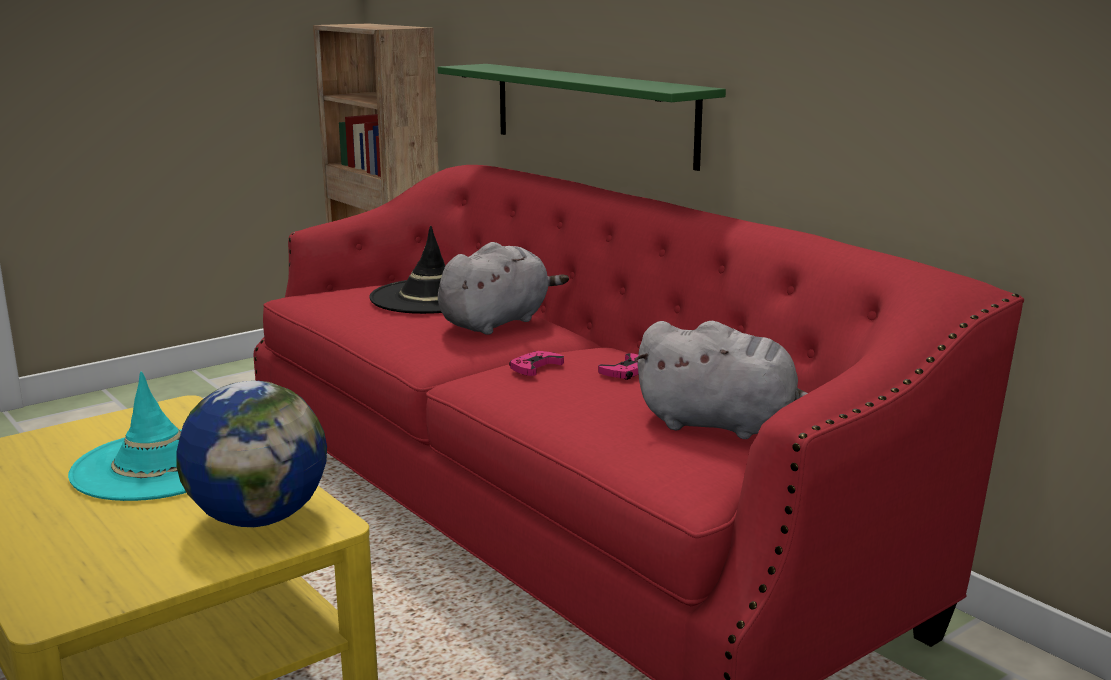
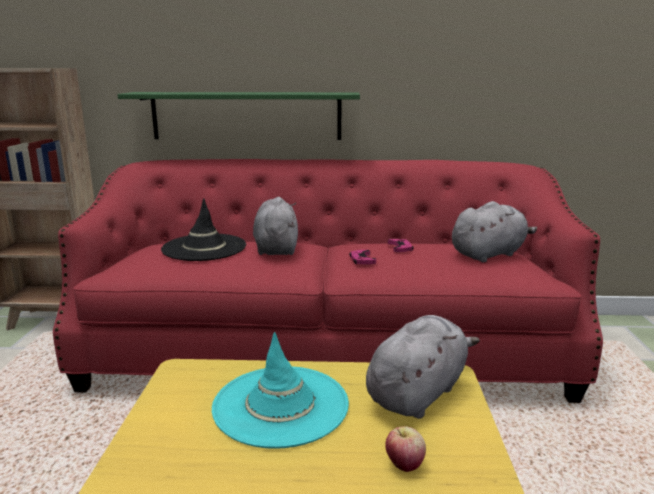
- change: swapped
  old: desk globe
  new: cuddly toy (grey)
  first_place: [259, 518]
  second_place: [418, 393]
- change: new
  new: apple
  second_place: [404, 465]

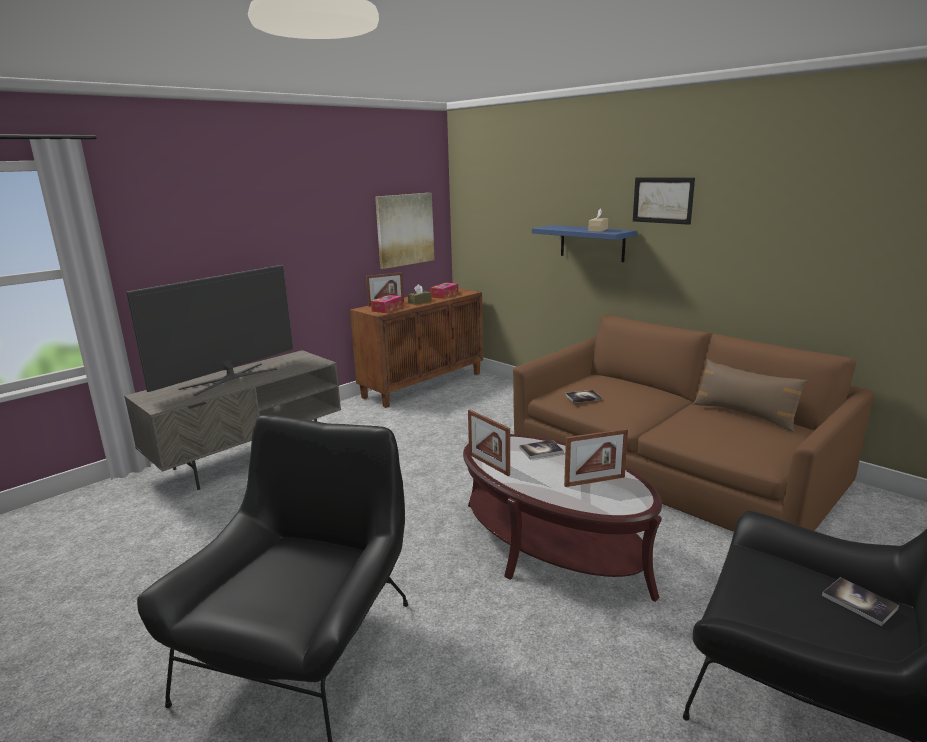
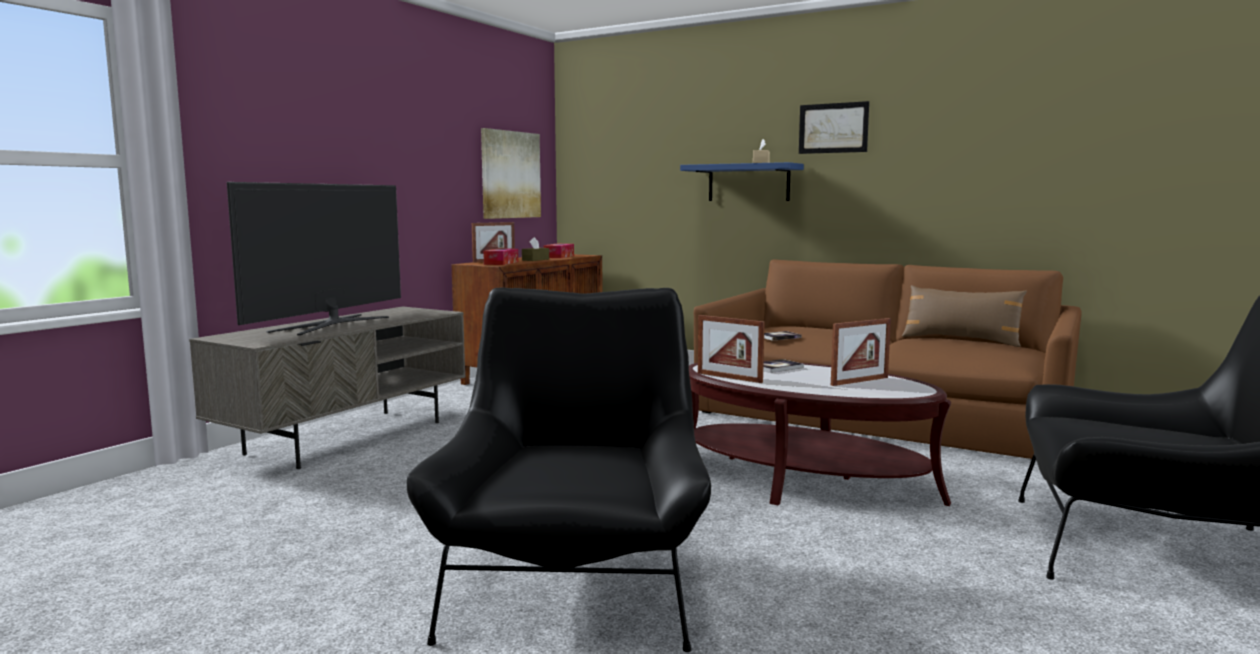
- change: gone
  old: volume
  first_place: [859, 602]

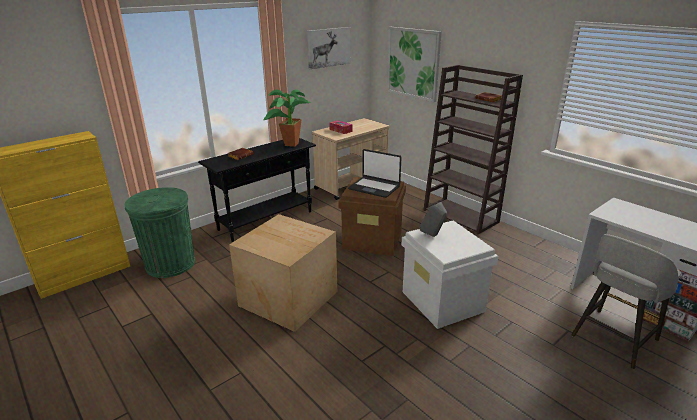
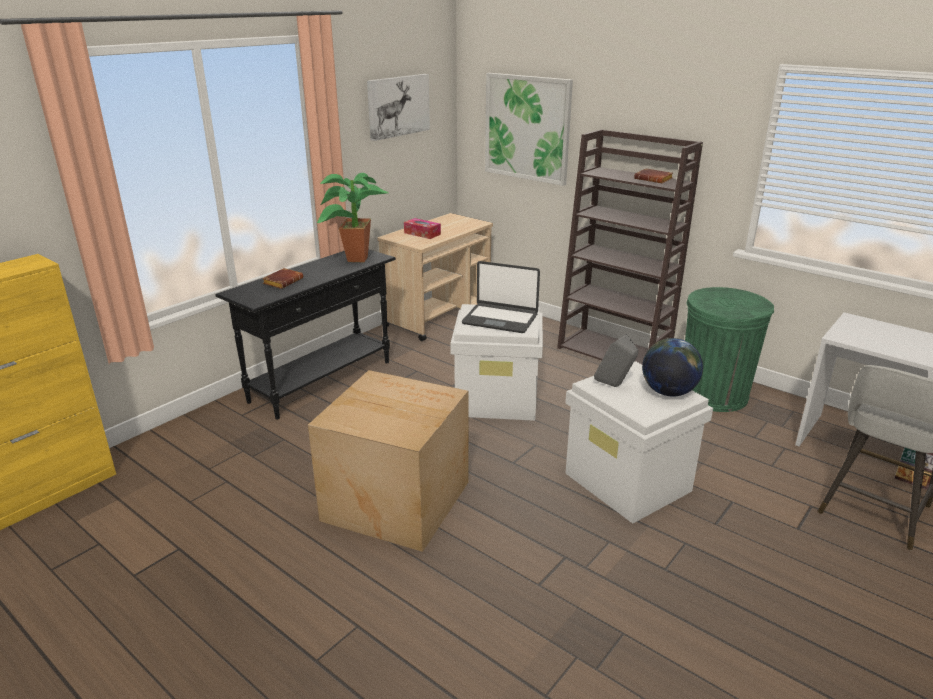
- change: repainted
  old: storage bin (brownish)
  new: storage bin (whitish)
  first_place: [373, 240]
  second_place: [497, 399]
- change: shifted
  old: waste bin (greenish)
  first_place: [170, 264]
  second_place: [713, 394]
- change: new
  new: desk globe
  second_place: [668, 392]

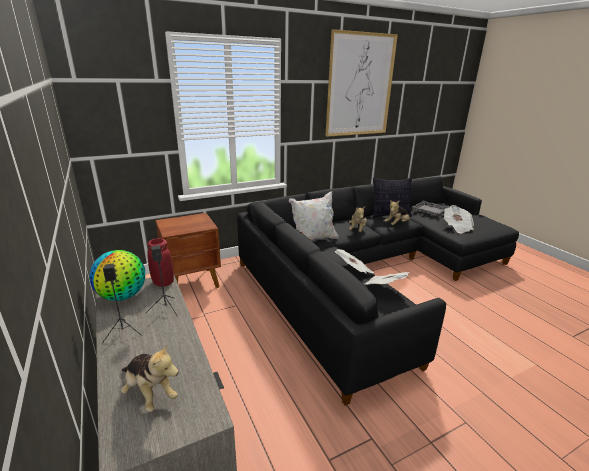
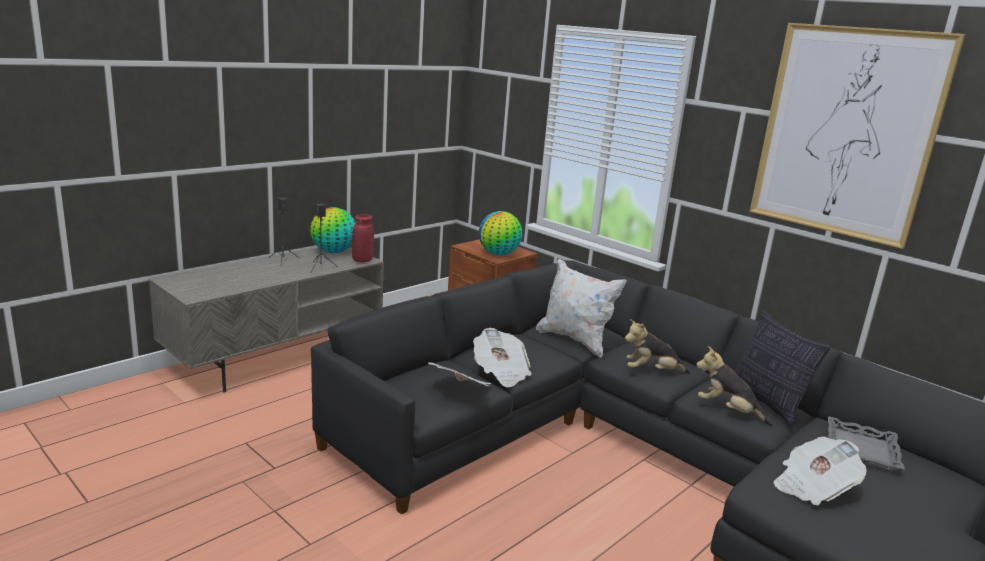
- change: gone
  old: cuddly toy
  first_place: [150, 392]
- change: new
  new: desk globe
  second_place: [499, 254]

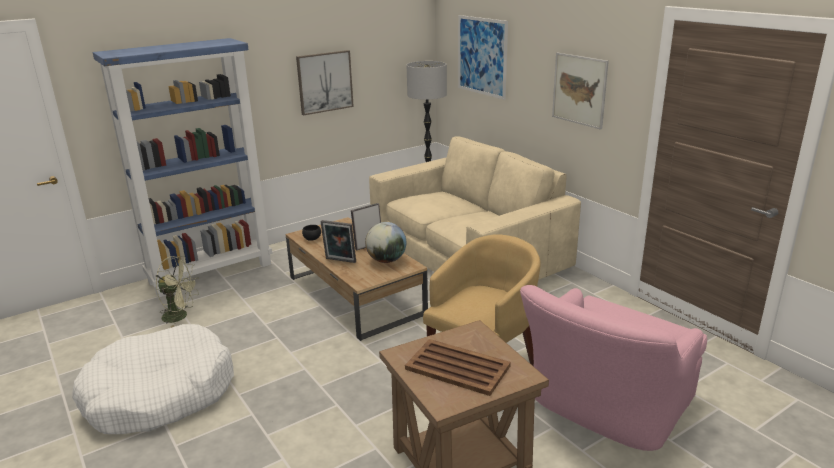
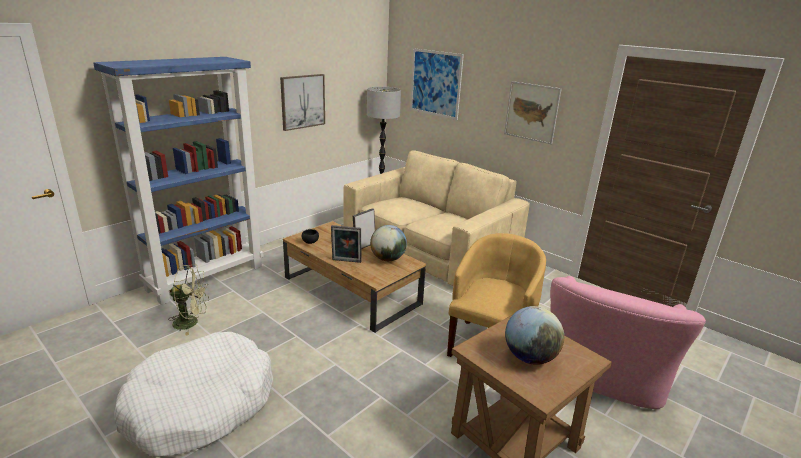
- change: swapped
  old: tray (brownish)
  new: desk globe
  first_place: [456, 367]
  second_place: [529, 357]

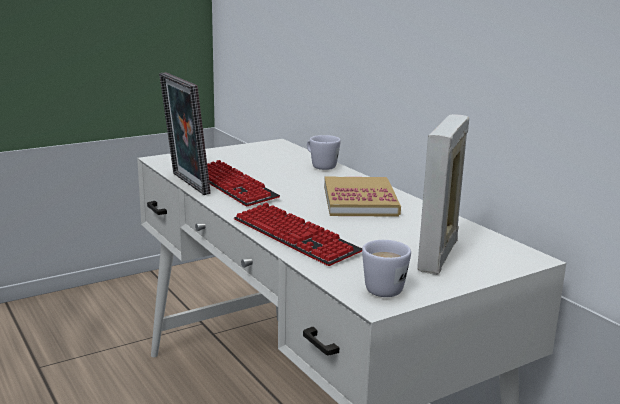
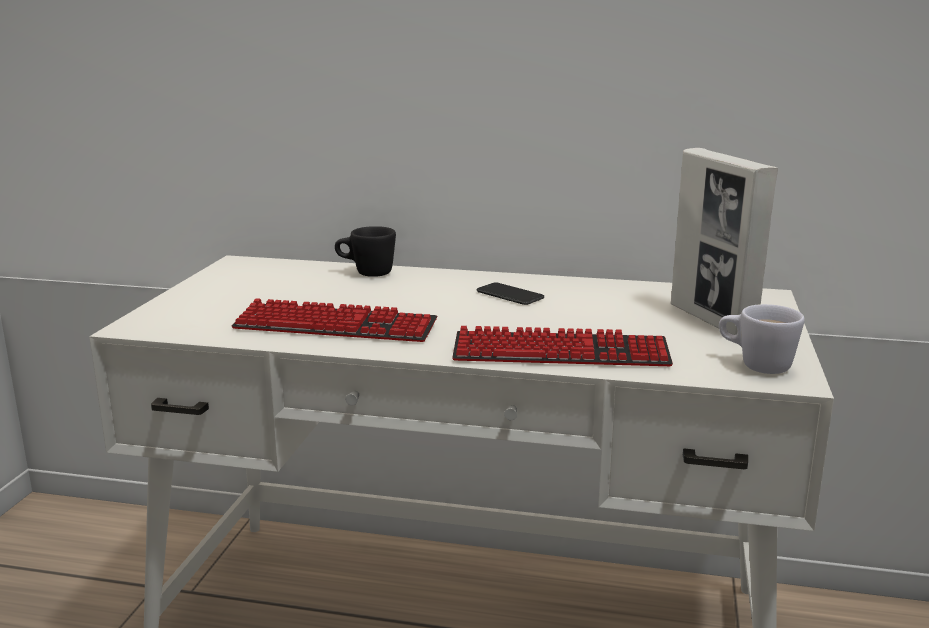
- change: gone
  old: picture frame
  first_place: [186, 184]
- change: repainted
  old: mug (whitish)
  new: mug (black)
  first_place: [320, 166]
  second_place: [366, 273]
- change: swapped
  old: volume
  new: phone
  first_place: [360, 200]
  second_place: [510, 295]

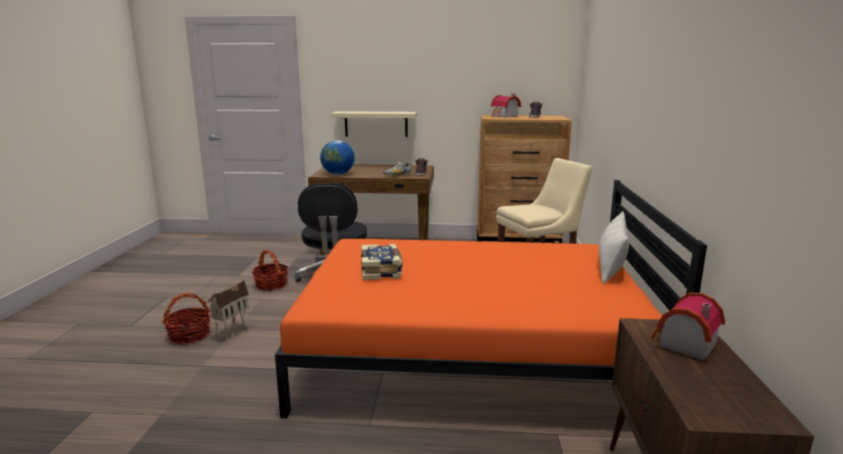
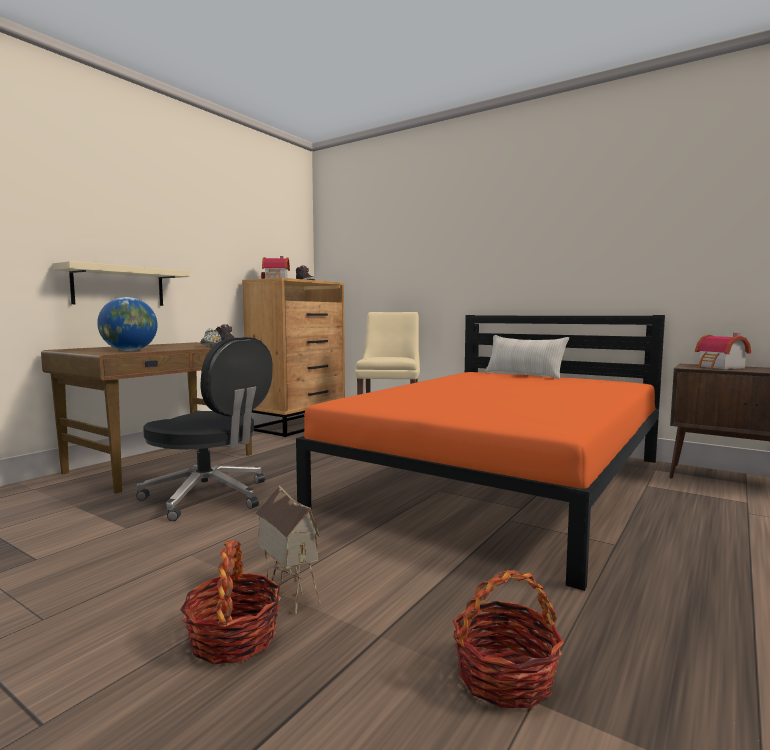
- change: gone
  old: volume
  first_place: [382, 270]
- change: shifted
  old: household basket
  first_place: [271, 285]
  second_place: [504, 677]

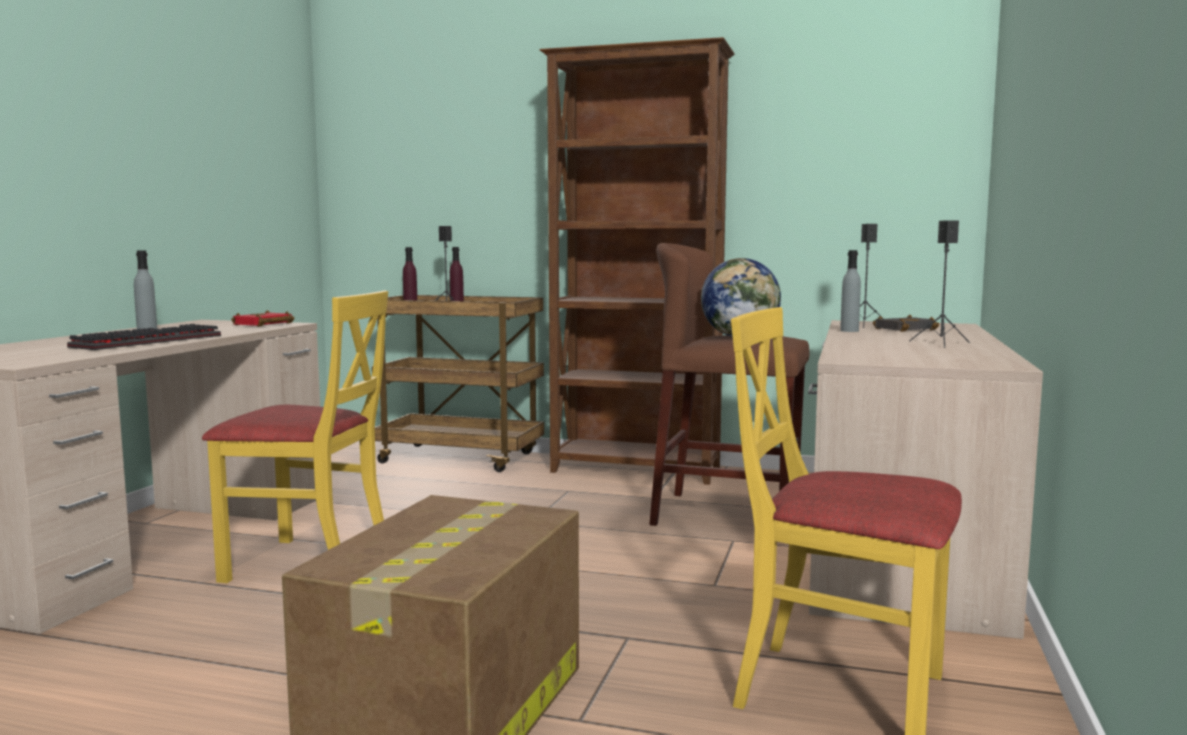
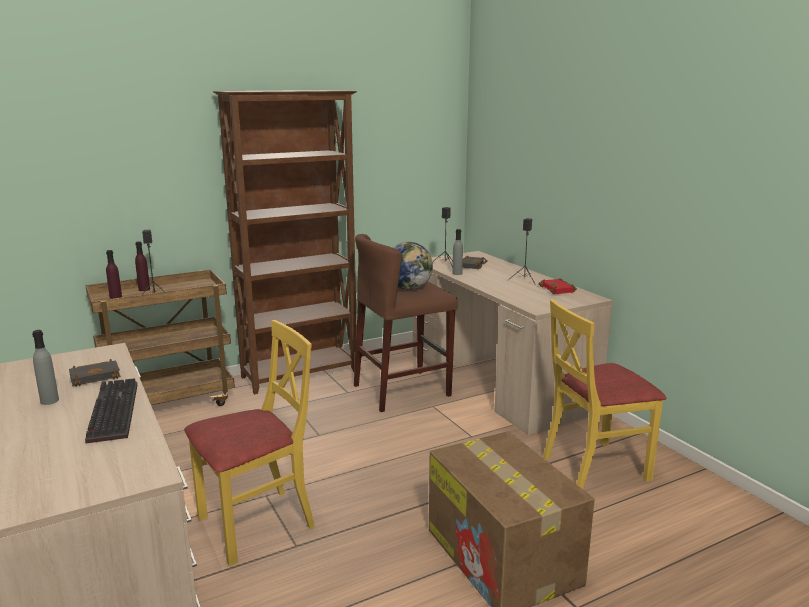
- change: shifted
  old: volume (red)
  first_place: [263, 324]
  second_place: [558, 289]
- change: new
  new: volume (black)
  second_place: [96, 376]

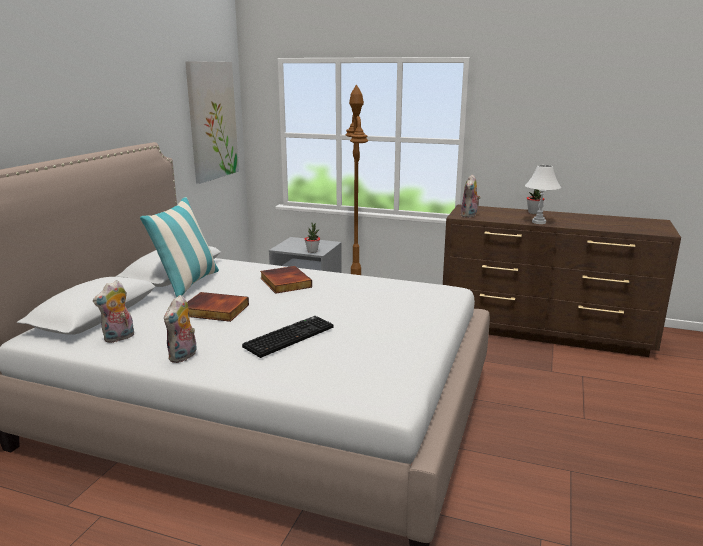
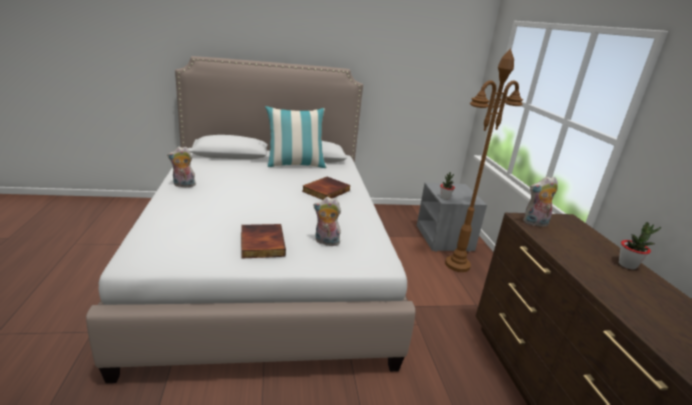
- change: gone
  old: picture
  first_place: [212, 121]
- change: gone
  old: lamp for a table (whitish)
  first_place: [539, 222]
- change: shifted
  old: cuddly toy
  first_place: [119, 338]
  second_place: [326, 242]
- change: shifted
  old: volume
  first_place: [214, 310]
  second_place: [261, 243]
- change: gone
  old: PC keyboard
  first_place: [289, 336]

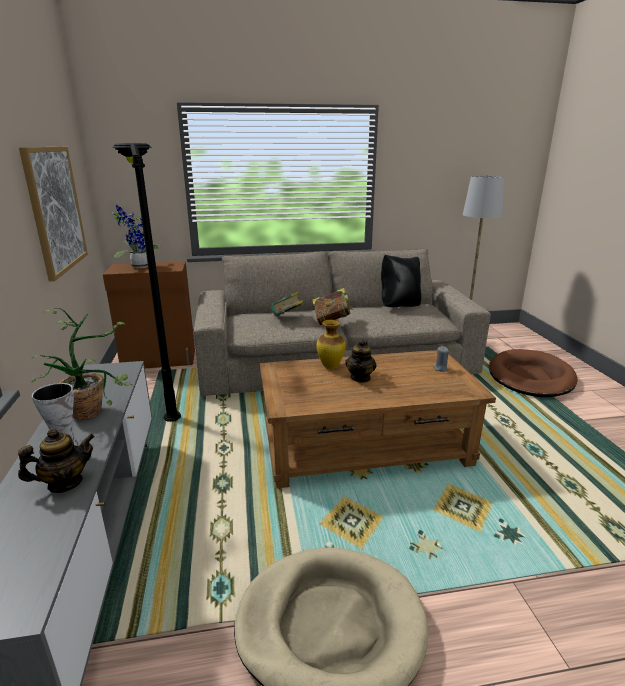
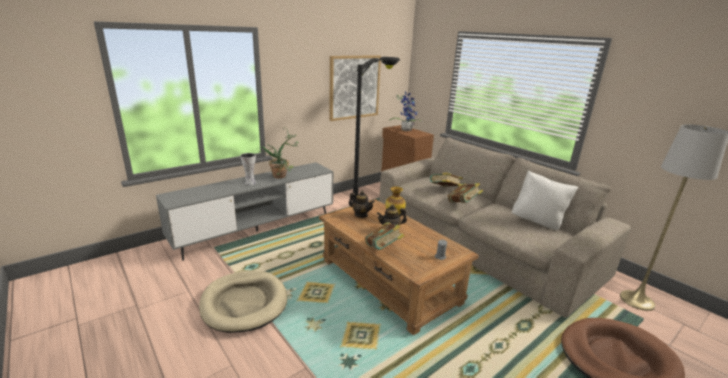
- change: repainted
  old: pillow (black)
  new: pillow (whitish)
  first_place: [399, 306]
  second_place: [538, 222]
- change: shifted
  old: teapot
  first_place: [65, 483]
  second_place: [361, 215]
- change: new
  new: volume
  second_place: [383, 249]

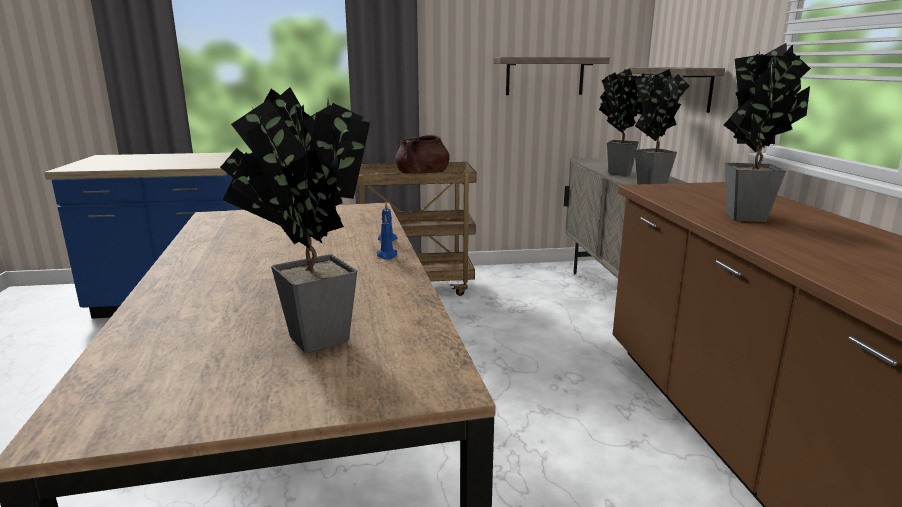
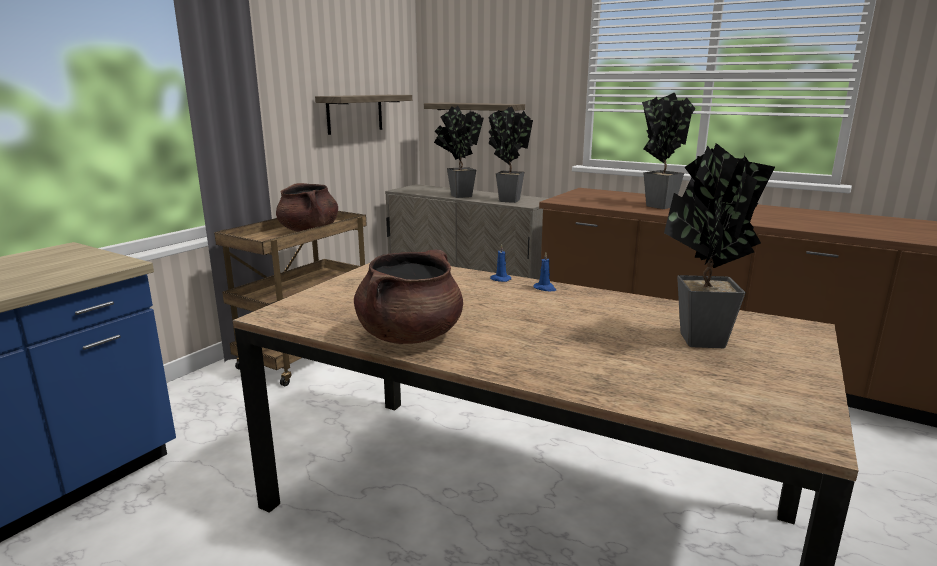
- change: new
  new: saucepot (brownish)
  second_place: [410, 336]

